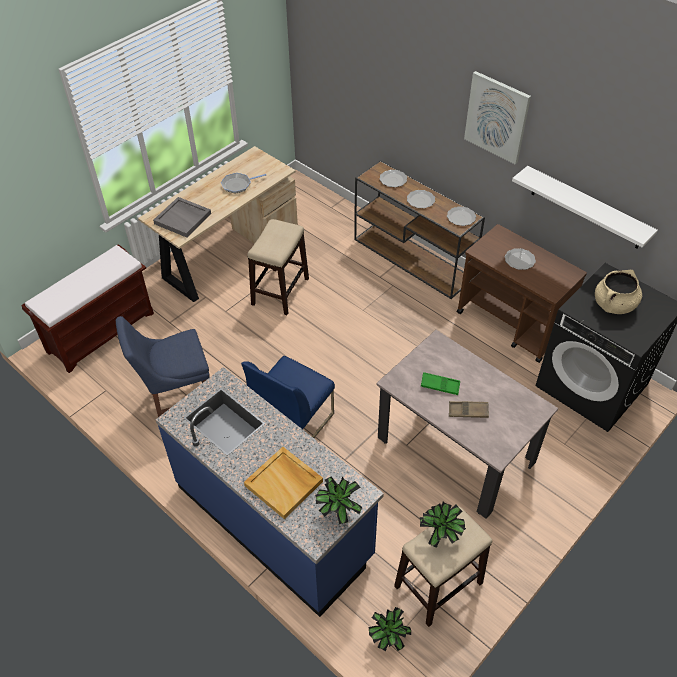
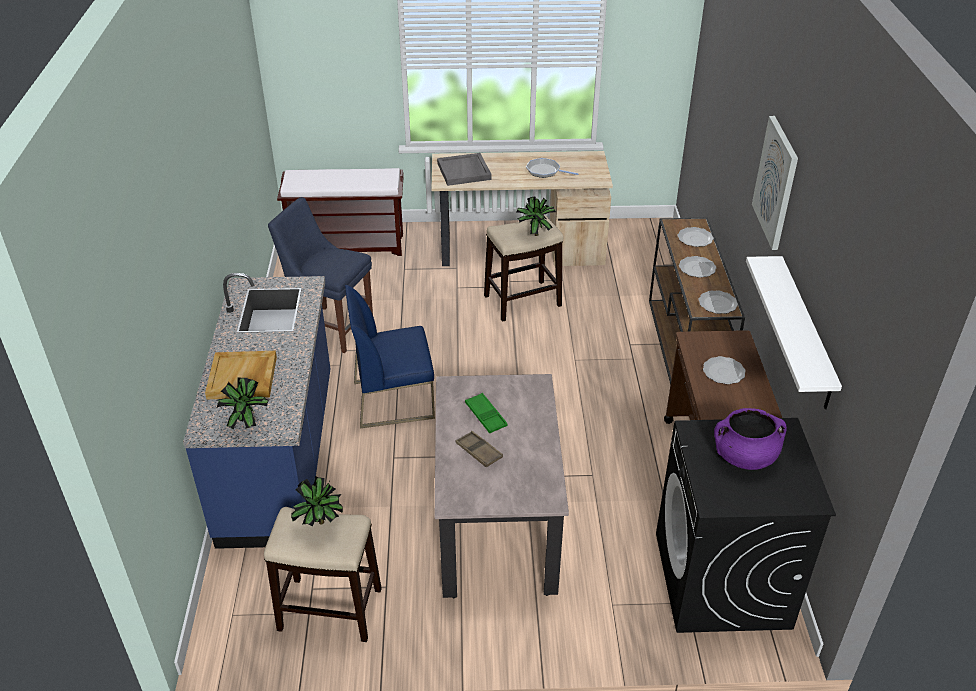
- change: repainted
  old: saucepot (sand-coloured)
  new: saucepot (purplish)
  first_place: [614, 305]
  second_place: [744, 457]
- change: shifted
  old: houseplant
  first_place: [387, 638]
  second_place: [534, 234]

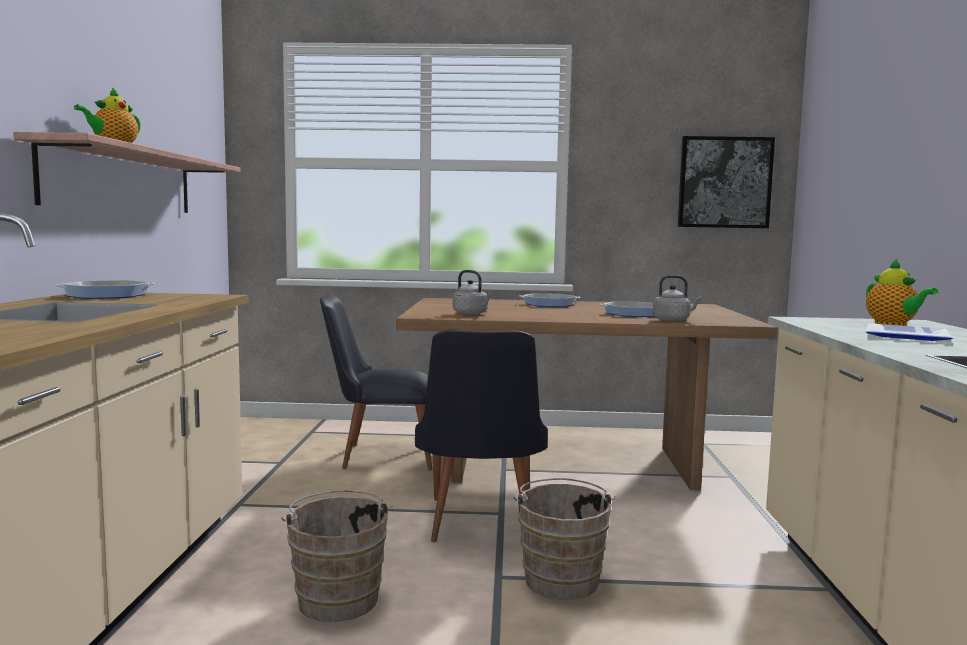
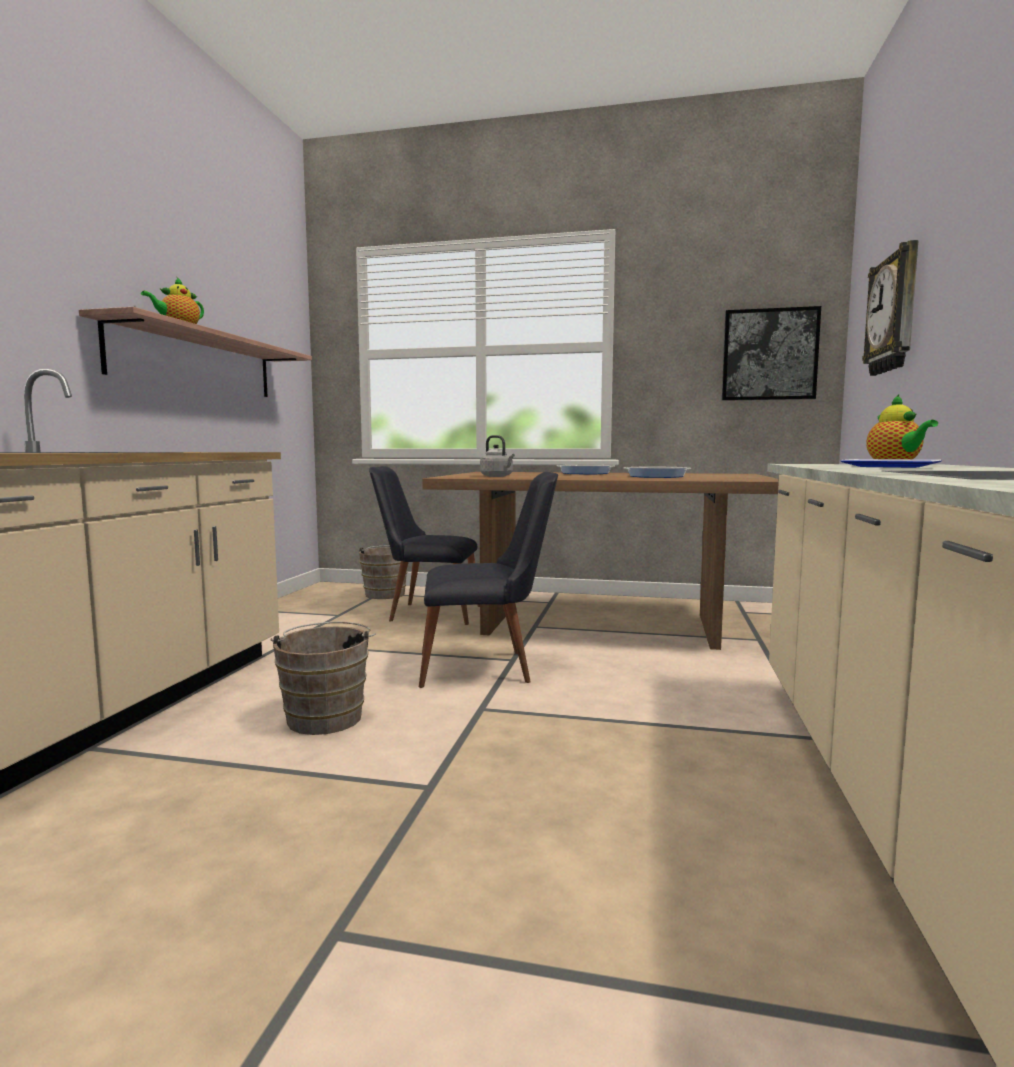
- change: gone
  old: water kettle (grey)
  first_place: [673, 320]
- change: gone
  old: skillet
  first_place: [106, 295]
- change: rotated
  old: chair (black)
  first_place: [480, 525]
  second_place: [487, 668]
  degrees: -105
- change: shifted
  old: water bucket (brownish)
  first_place: [561, 578]
  second_place: [386, 594]
- change: new
  new: wall clock
  second_place: [894, 314]

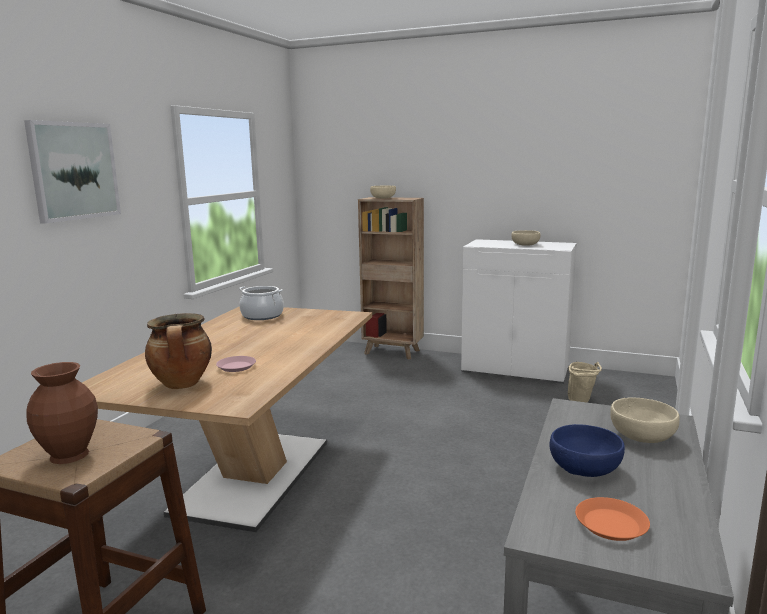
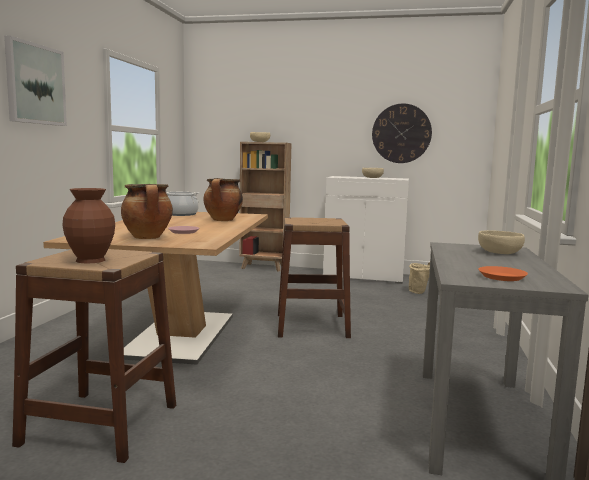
- change: gone
  old: serving bowl (blue-coloured)
  first_place: [585, 468]
- change: new
  new: wall clock
  second_place: [401, 133]
- change: new
  new: saucepot
  second_place: [223, 220]
- change: new
  new: stool seat (brownish)
  second_place: [312, 325]

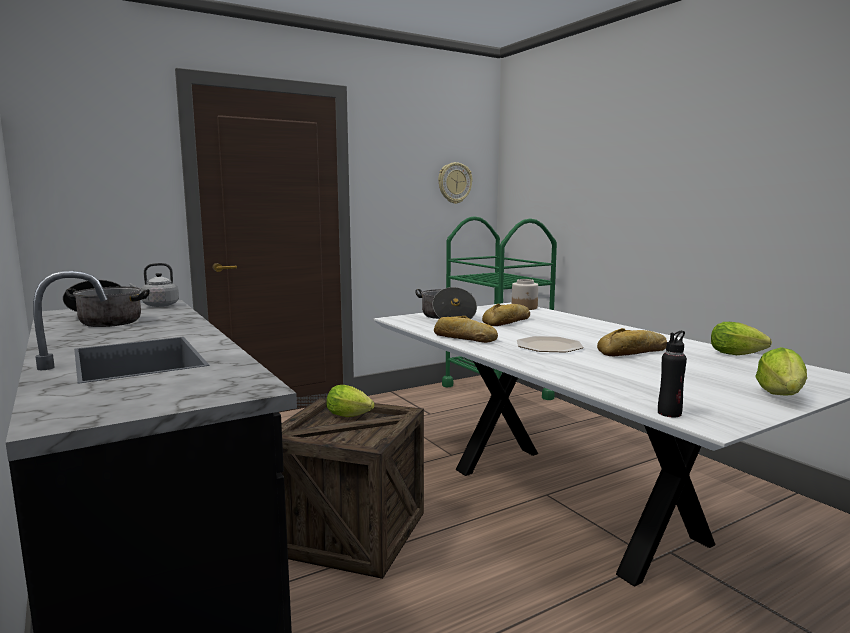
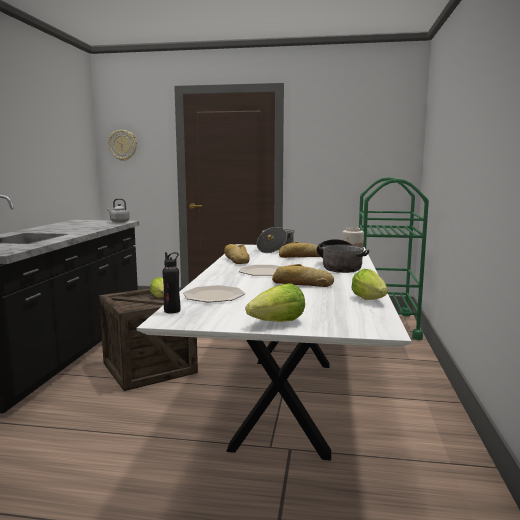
- change: shifted
  old: wall clock
  first_place: [454, 183]
  second_place: [123, 145]
- change: shifted
  old: saucepot
  first_place: [106, 320]
  second_place: [339, 267]
- change: new
  new: dinner plate
  second_place: [214, 295]

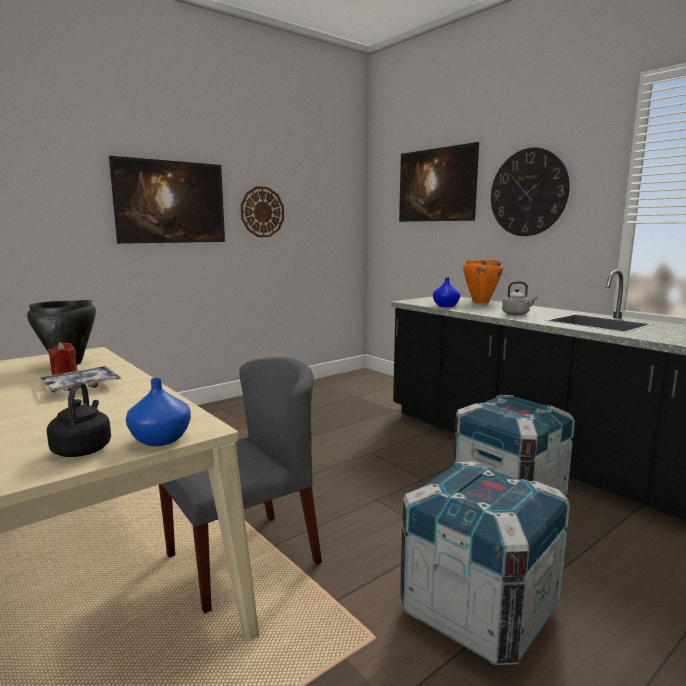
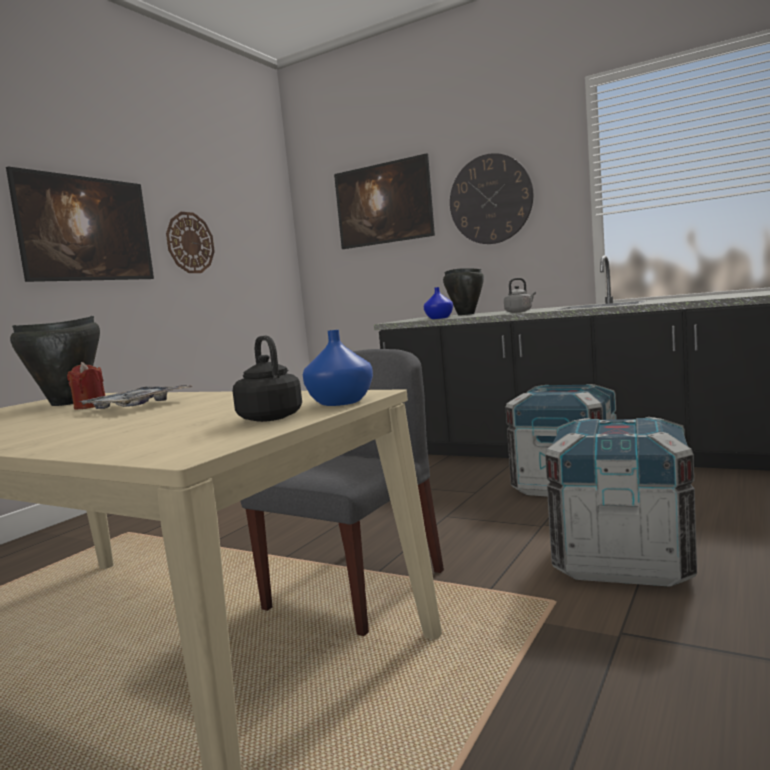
- change: repainted
  old: saucepot (orange-coloured)
  new: saucepot (black)
  first_place: [480, 302]
  second_place: [465, 314]

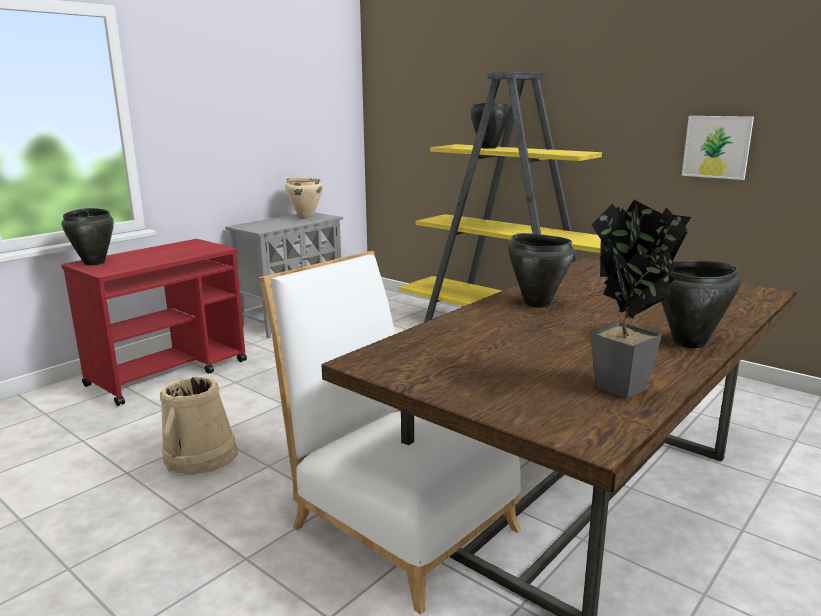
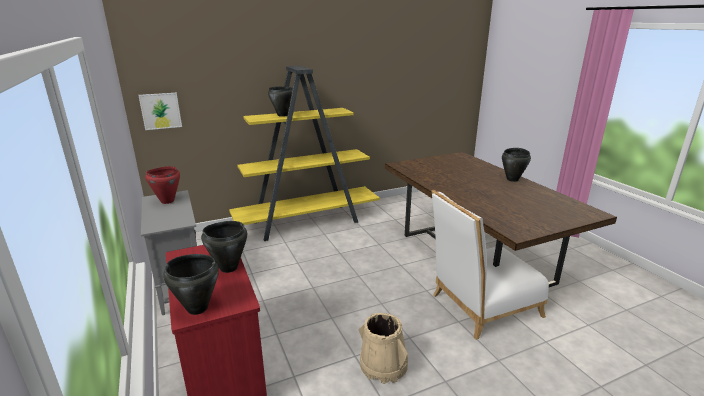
- change: shifted
  old: picture
  first_place: [717, 147]
  second_place: [160, 111]
- change: repainted
  old: saucepot (sand-coloured)
  new: saucepot (red)
  first_place: [305, 218]
  second_place: [167, 201]
- change: gone
  old: houseplant
  first_place: [624, 391]
- change: shifted
  old: saucepot (black)
  first_place: [537, 303]
  second_place: [228, 268]

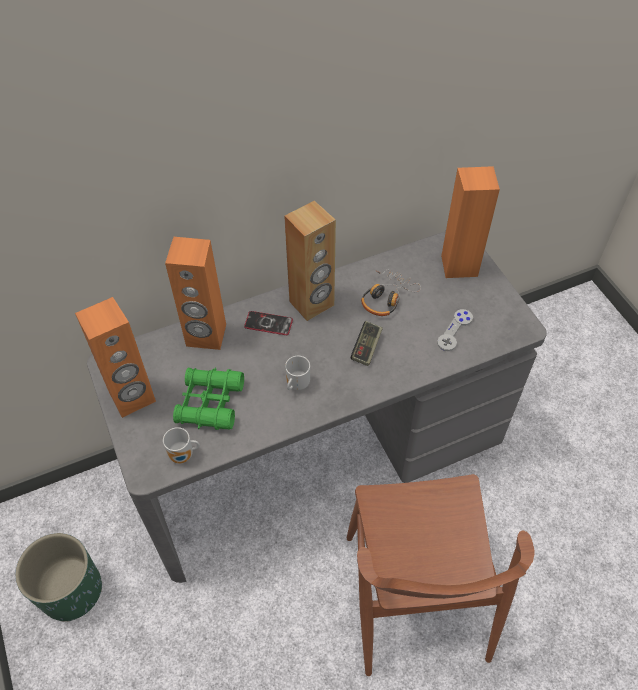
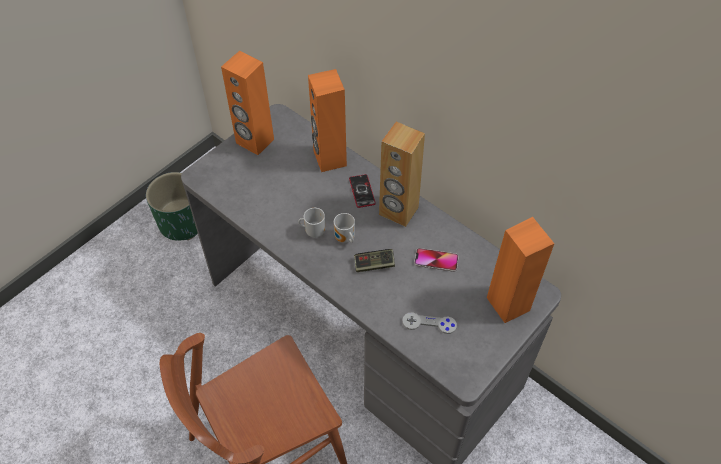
- change: swapped
  old: pair of headphones
  new: phone
  first_place: [386, 297]
  second_place: [436, 260]
- change: gone
  old: pair of binoculars (greenish)
  first_place: [210, 403]
- change: shifted
  old: mug
  first_place: [183, 456]
  second_place: [344, 239]

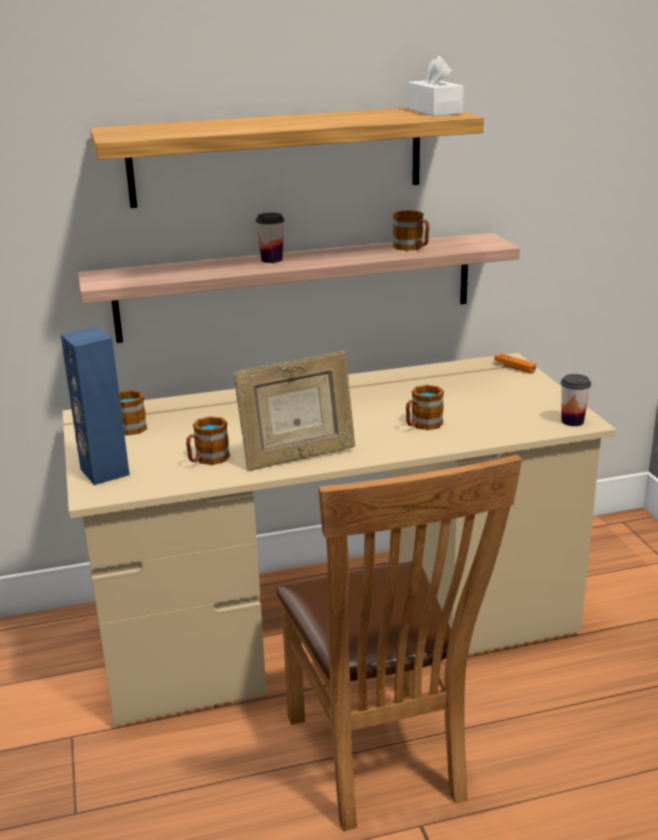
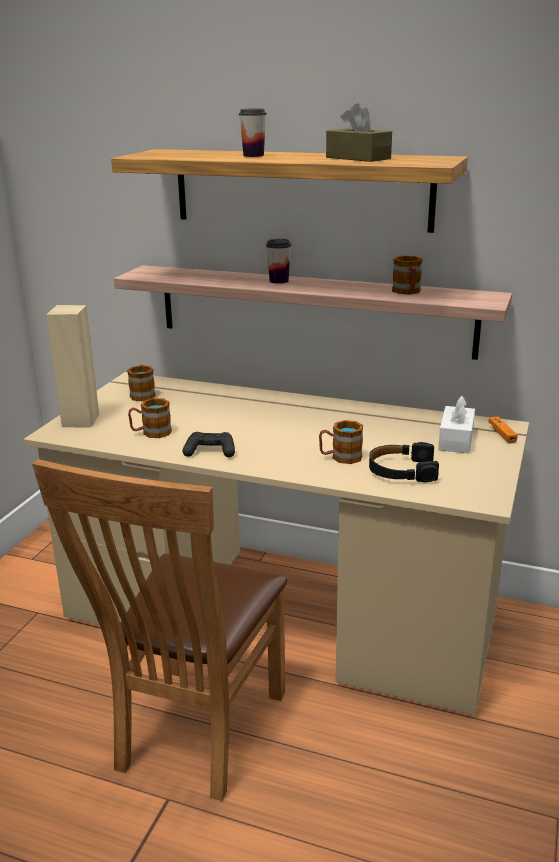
- change: shifted
  old: tissue holder (whitish)
  first_place: [434, 111]
  second_place: [456, 440]
- change: repainted
  old: audio speaker (blue-coloured)
  new: audio speaker (sand-coloured)
  first_place: [104, 472]
  second_place: [80, 420]
- change: swapped
  old: picture frame
  new: joypad (black)
  first_place: [298, 458]
  second_place: [210, 452]
- change: shifted
  old: small cup
  first_place: [572, 421]
  second_place: [253, 155]
- change: new
  new: tissue holder (brownish)
  second_place: [358, 158]
- change: new
  new: pair of headphones (black)
  second_place: [402, 471]

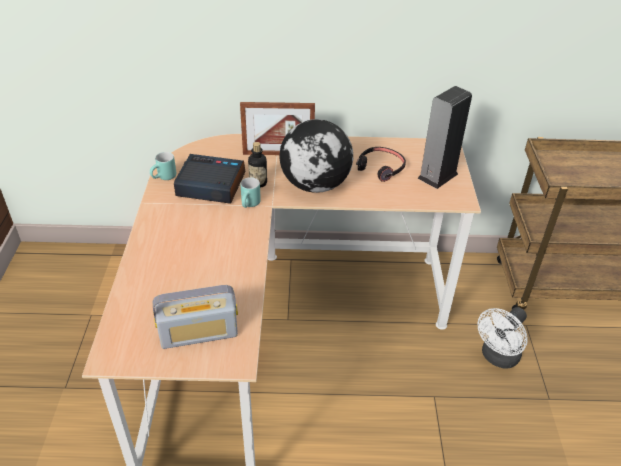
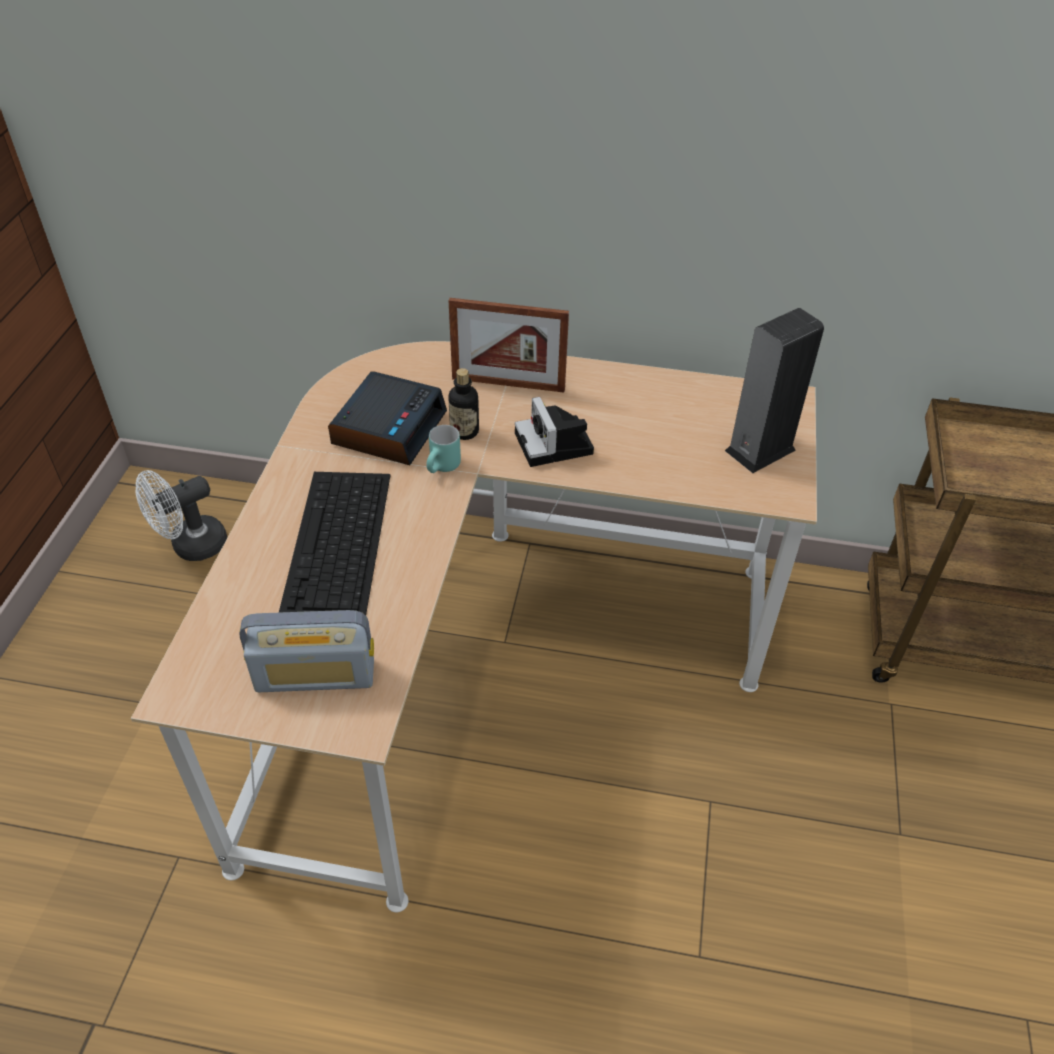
- change: swapped
  old: desk globe
  new: photo camera
  first_place: [316, 185]
  second_place: [555, 445]
- change: gone
  old: pair of headphones (black)
  first_place: [380, 168]
- change: gone
  old: mug (turquoise)
  first_place: [164, 178]
- change: rotated
  old: table clock
  first_place: [210, 185]
  second_place: [389, 427]
  degrees: 90
- change: shifted
  old: fan (whitish)
  first_place: [497, 357]
  second_place: [191, 547]
- change: new
  new: PC keyboard
  second_place: [338, 543]

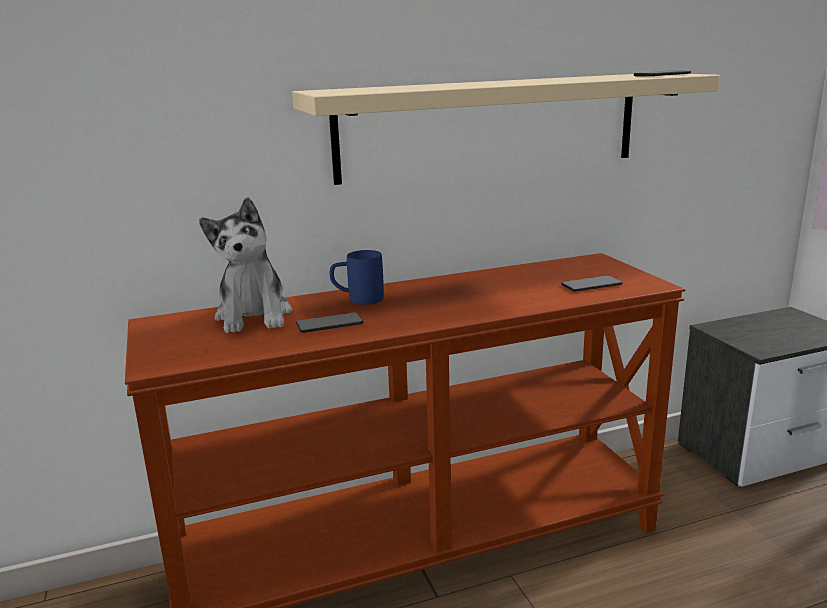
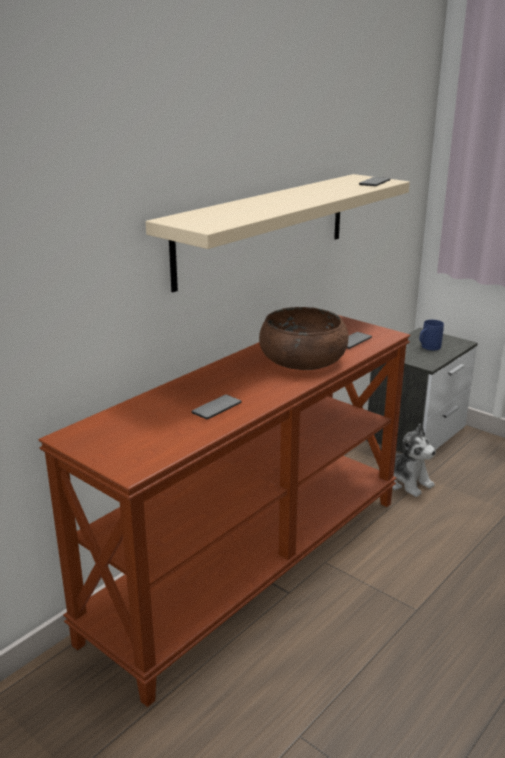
- change: shifted
  old: cuddly toy
  first_place: [254, 316]
  second_place: [406, 482]
- change: shifted
  old: mug (blue-coloured)
  first_place: [358, 299]
  second_place: [428, 348]
- change: new
  new: serving bowl (brownish)
  second_place: [302, 359]

